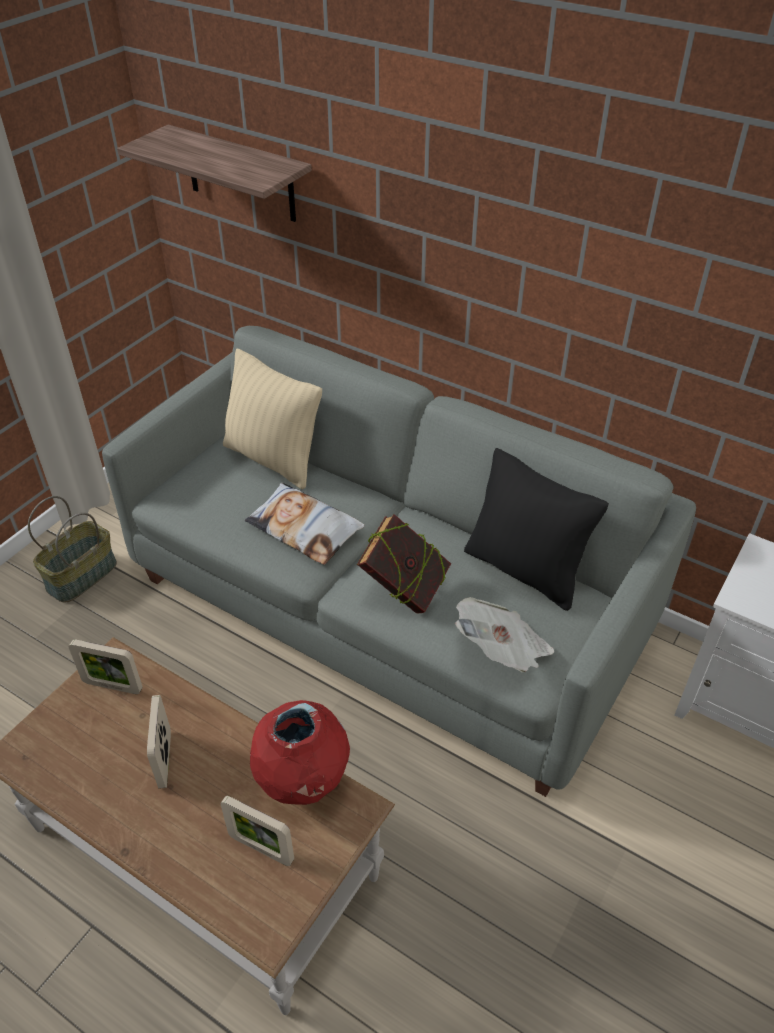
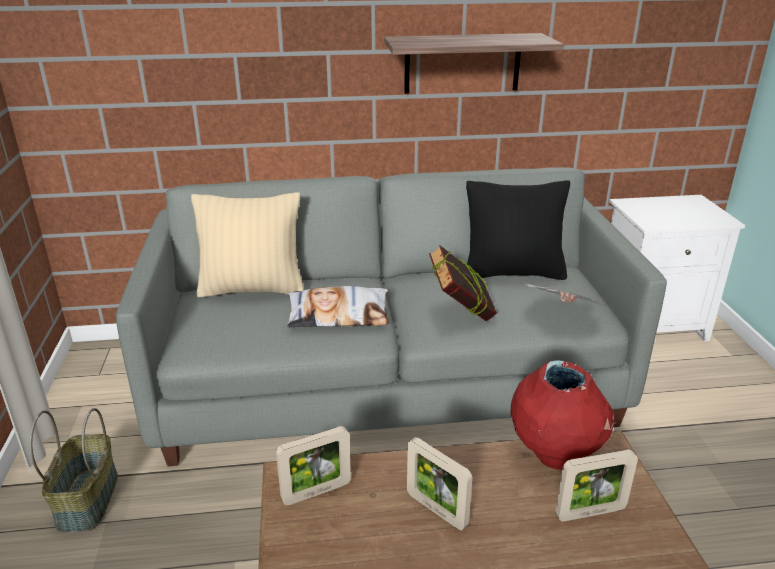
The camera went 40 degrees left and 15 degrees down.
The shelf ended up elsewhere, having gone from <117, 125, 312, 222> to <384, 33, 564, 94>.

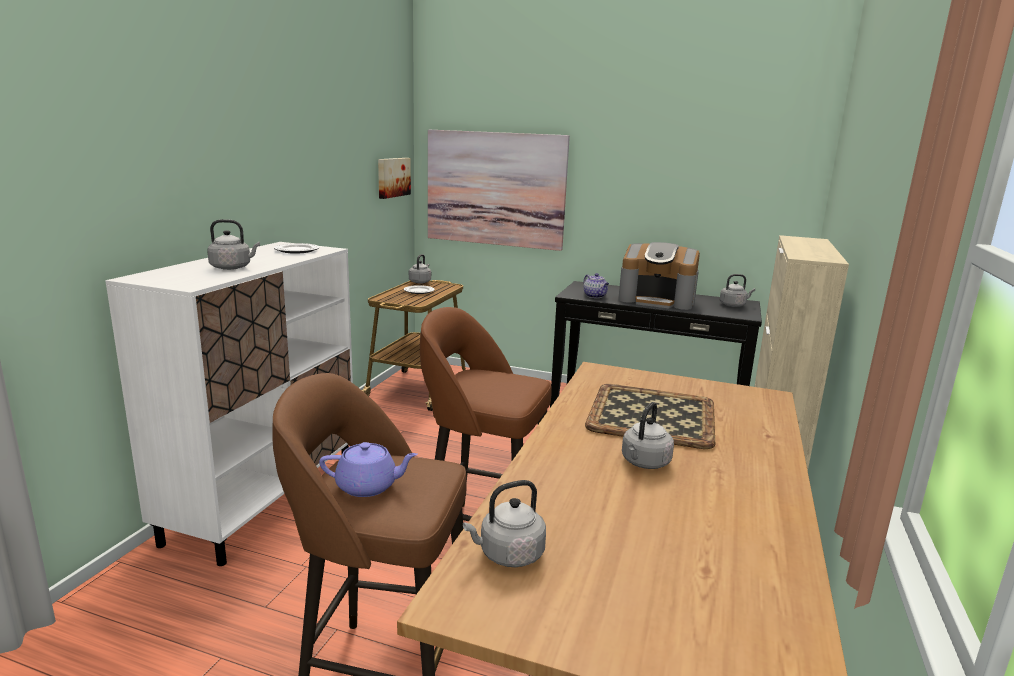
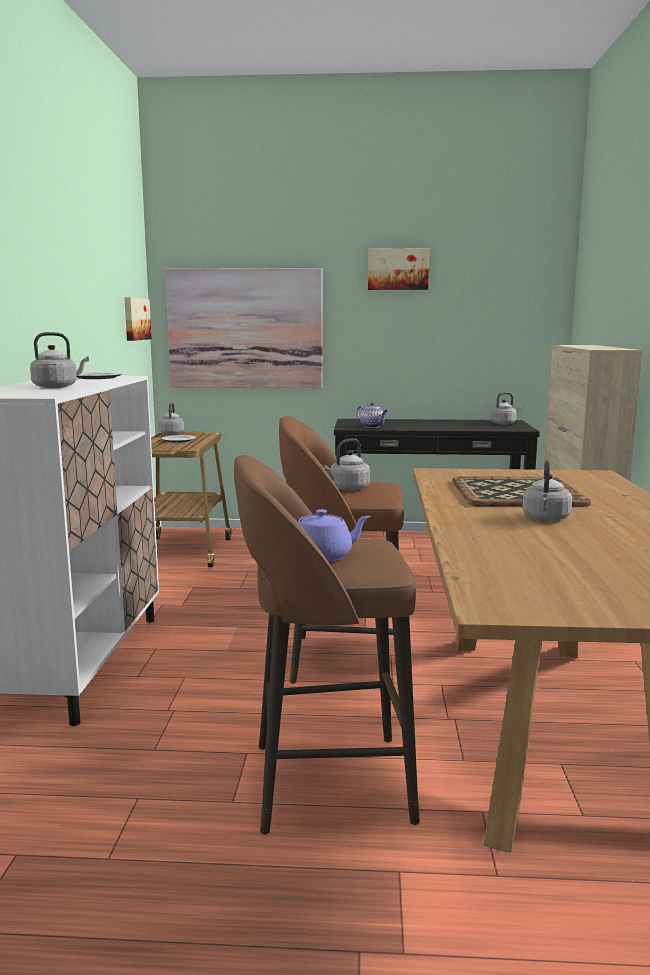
The camera went 15 degrees left and 5 degrees down.
The grey kettle ended up elsewhere, having gone from <463, 480, 546, 567> to <322, 438, 370, 491>.
The second view lost the coffee machine at <618, 242, 700, 310>.
The second view gained the picture at <368, 248, 429, 290>.

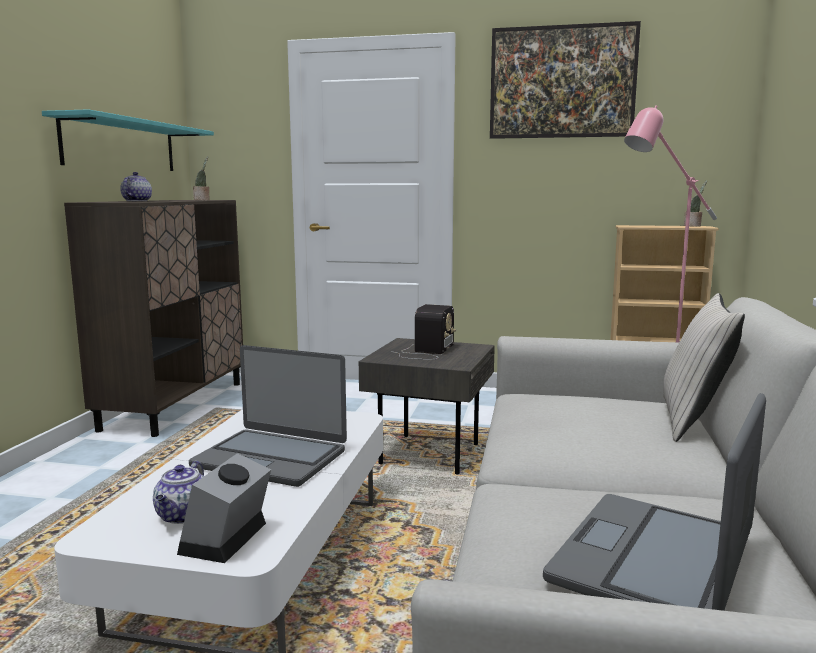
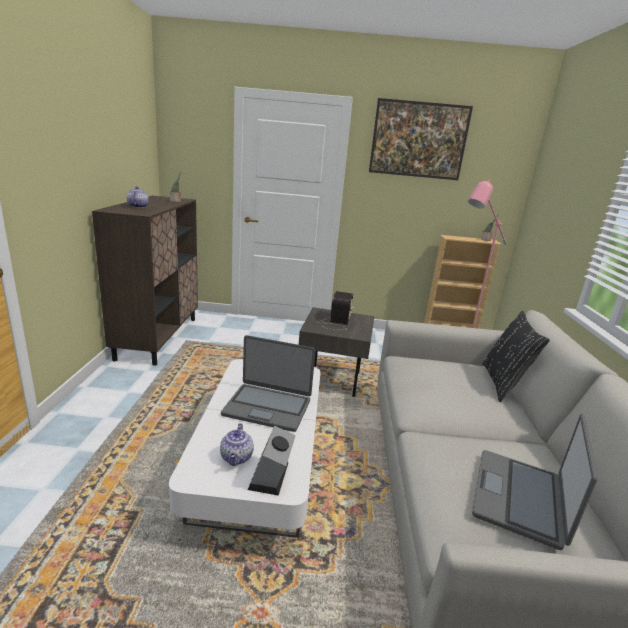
The camera went 10 degrees left and 10 degrees up.
The second view lost the turquoise shelf at <42, 109, 214, 171>.
What was the beige pillow at <663, 293, 745, 442> turned into the black pillow at <483, 311, 550, 402>.

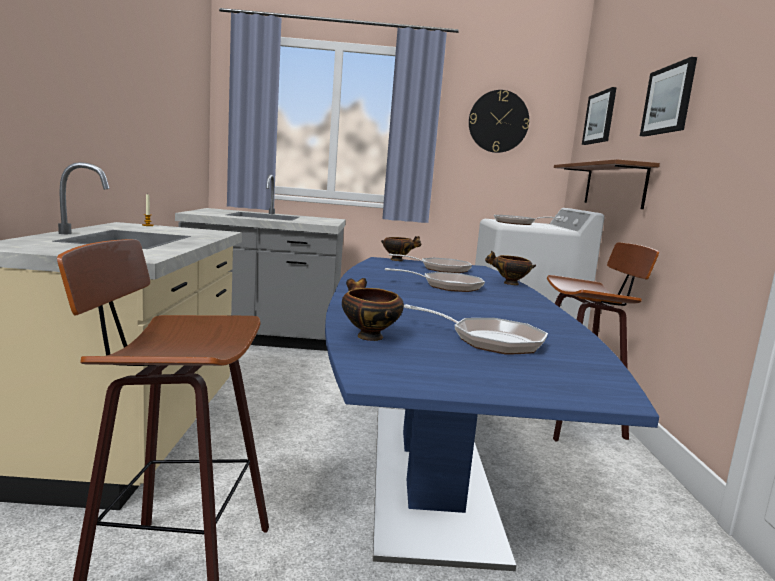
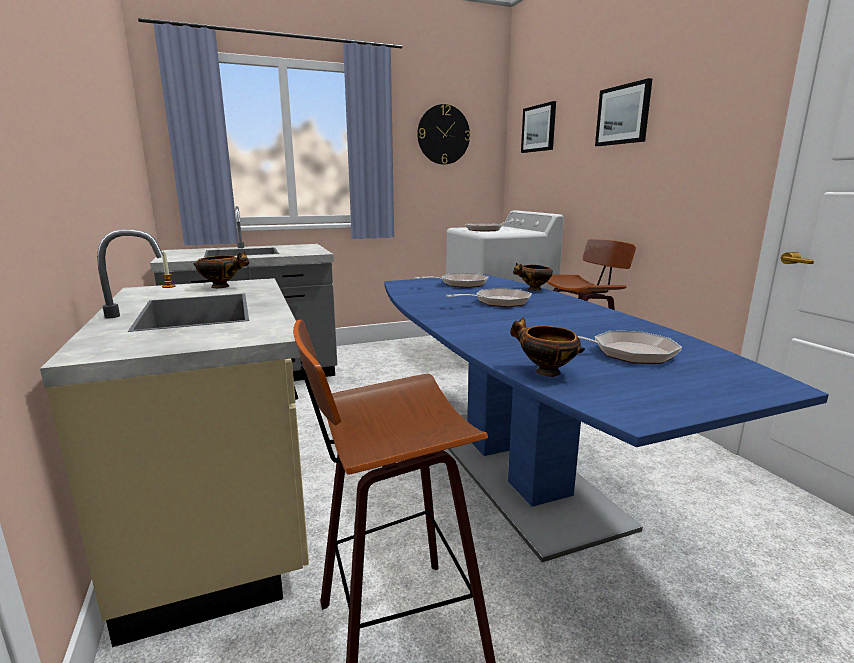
The camera went 20 degrees left and 5 degrees up.
The bowl ended up elsewhere, having gone from <381, 236, 421, 261> to <193, 252, 249, 288>.
The second view lost the brown shelf at <554, 159, 660, 209>.

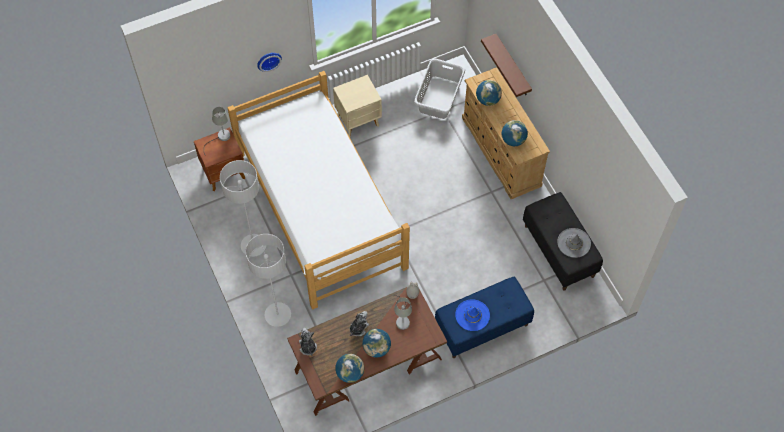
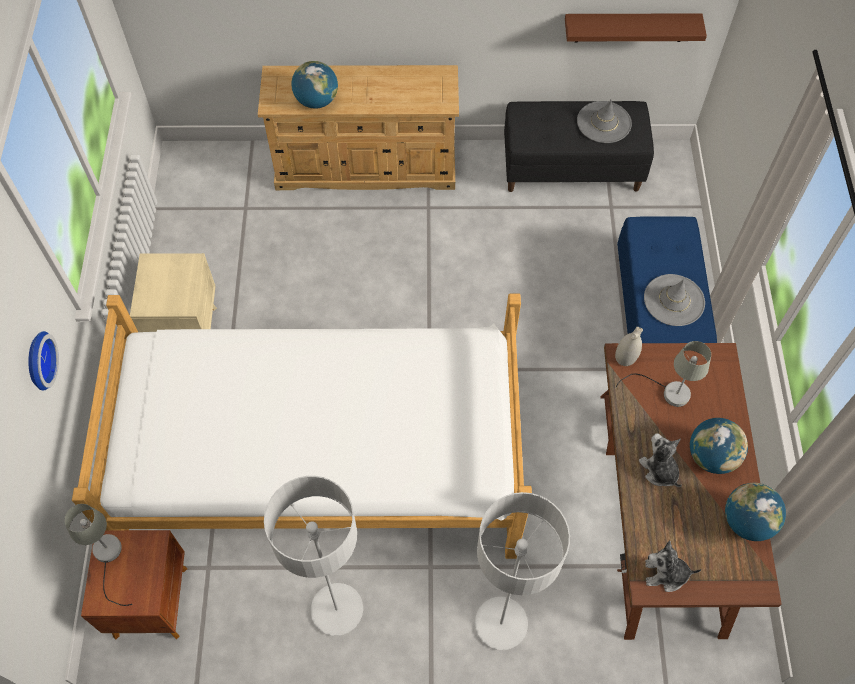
The camera went 65 degrees left and 0 degrees up.
The second view lost the grey laundry basket at <414, 59, 465, 119>.
What was the blue hat at <455, 299, 490, 331> turned into the grey hat at <644, 274, 705, 326>.
The brown shelf ended up elsewhere, having gone from <481, 34, 532, 97> to <565, 13, 707, 42>.
The second view lost the globe at <502, 120, 528, 146>.

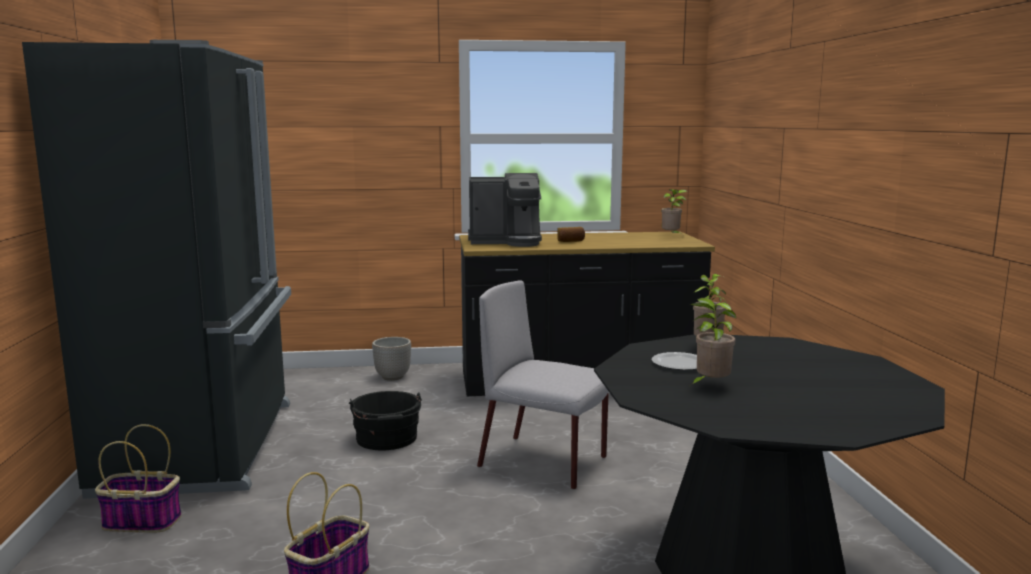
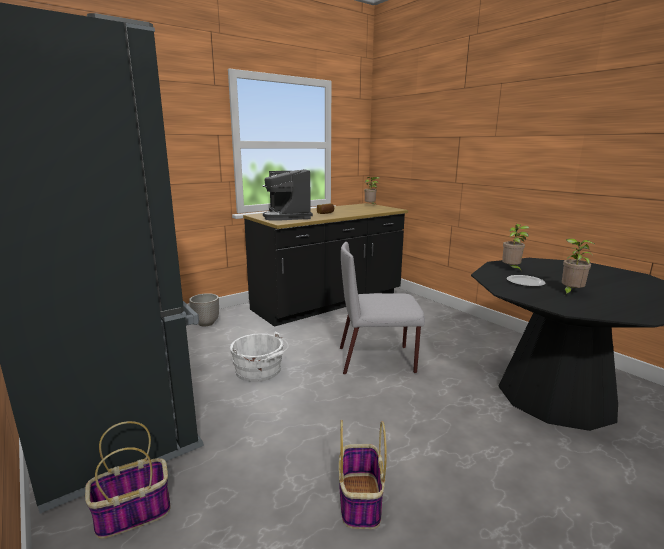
The camera went 30 degrees left and 5 degrees up.
What was the black bucket at <349, 391, 422, 450> turned into the white bucket at <230, 332, 289, 382>.
The coffee machine at <468, 173, 542, 247> ended up facing another way, 105 degrees clockwise from before.

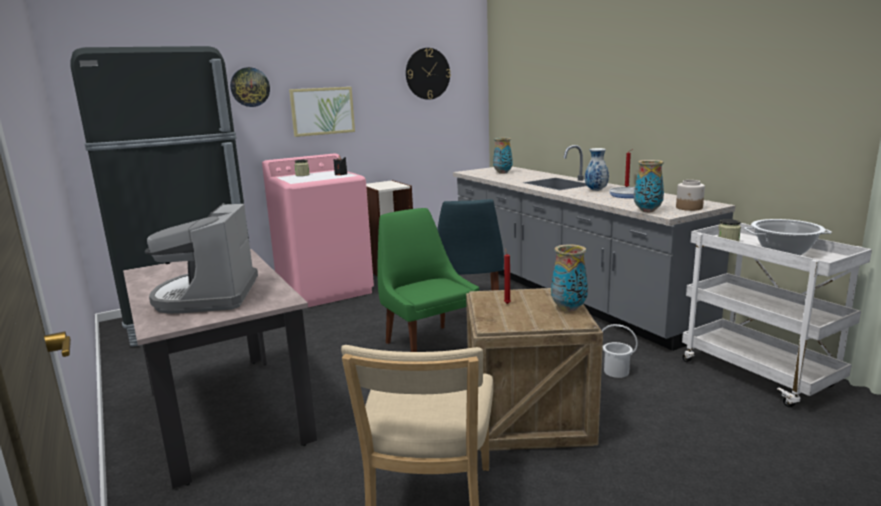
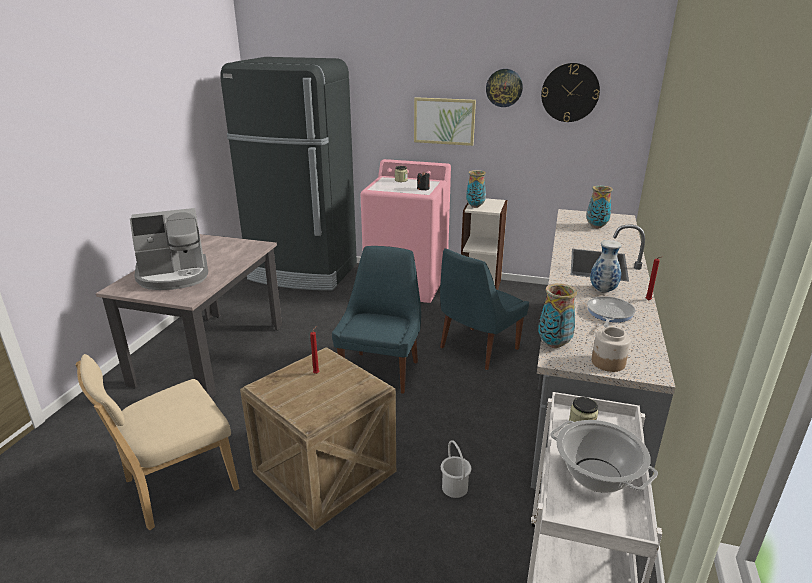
The camera went 45 degrees right and 10 degrees up.
The coffee machine at <145, 203, 258, 314> ended up facing another way, 150 degrees counterclockwise from before.
The wall clock ended up elsewhere, having gone from <230, 67, 270, 107> to <486, 69, 523, 107>.
What was the green chair at <377, 208, 479, 352> turned into the blue chair at <332, 246, 421, 394>.
The vase ended up elsewhere, having gone from <551, 244, 588, 311> to <466, 170, 486, 208>.

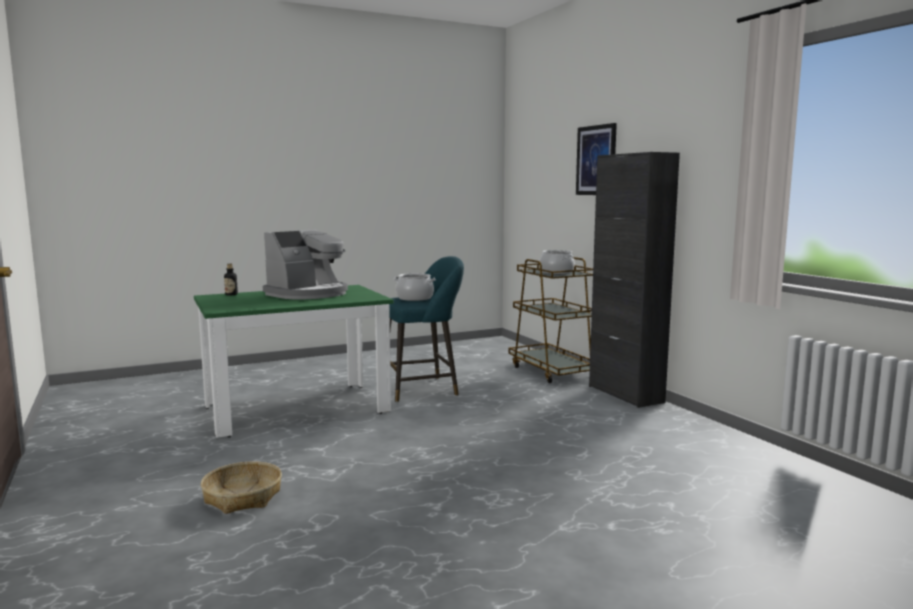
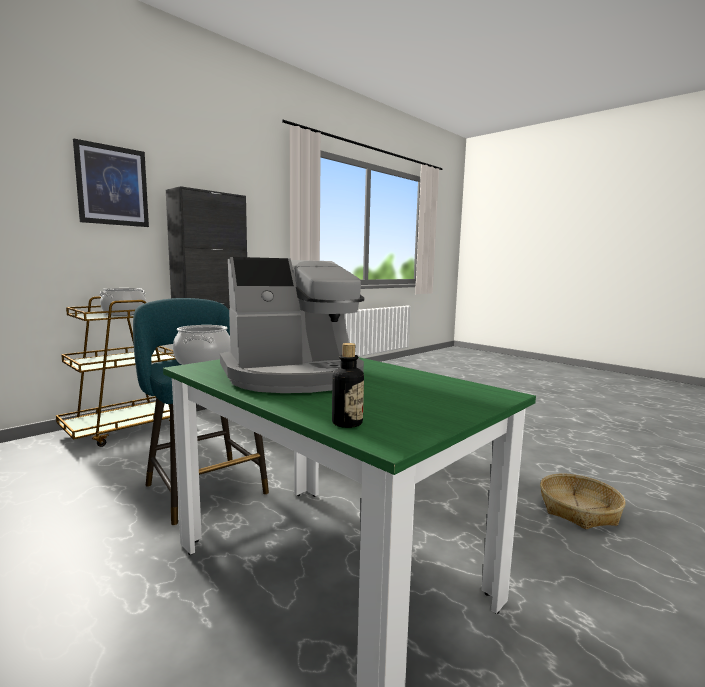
The camera went 110 degrees left and 0 degrees up.
The coffee machine at <263, 230, 348, 300> ended up facing another way, 135 degrees clockwise from before.

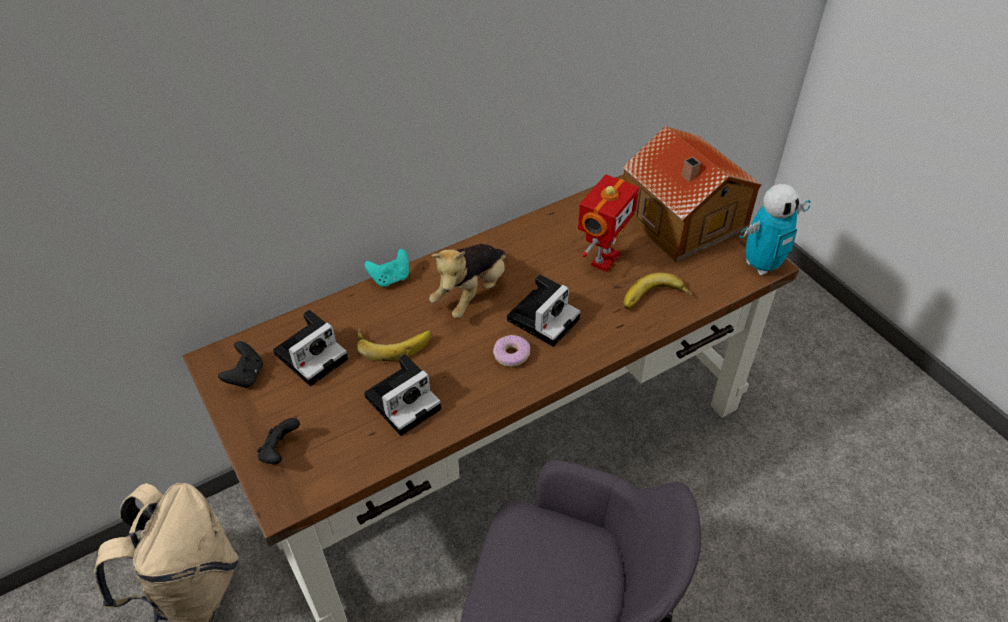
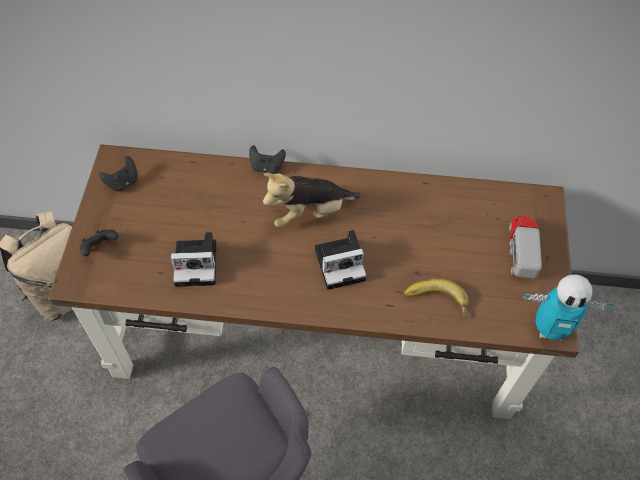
The camera went 35 degrees right and 10 degrees up.
The second view lost the photo camera at <273, 310, 348, 386>.
The second view lost the banana at <356, 328, 431, 361>.
What was the turquoise game controller at <365, 249, 409, 287> turned into the black game controller at <249, 145, 286, 174>.
The second view lost the donut at <493, 335, 530, 367>.
The second view lost the toy robot at <578, 175, 639, 272>.
Where the toy house stood at <622, 126, 762, 263>, the toy truck came to stand at <509, 216, 542, 278>.

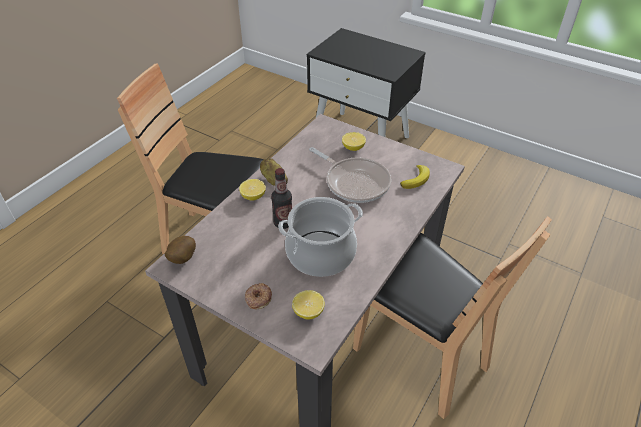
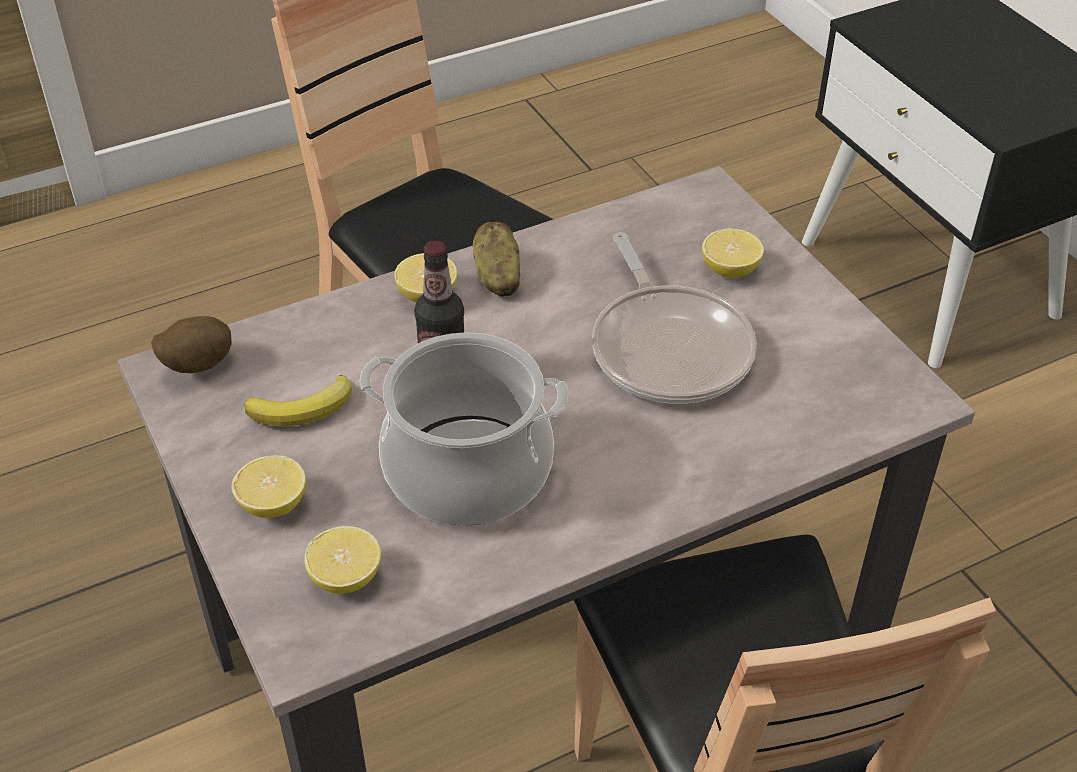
The camera went 30 degrees right and 0 degrees up.
Where the donut stood at <245, 283, 272, 309>, the lemon came to stand at <231, 455, 306, 518>.
The banana ended up elsewhere, having gone from <400, 165, 430, 189> to <244, 375, 352, 426>.

